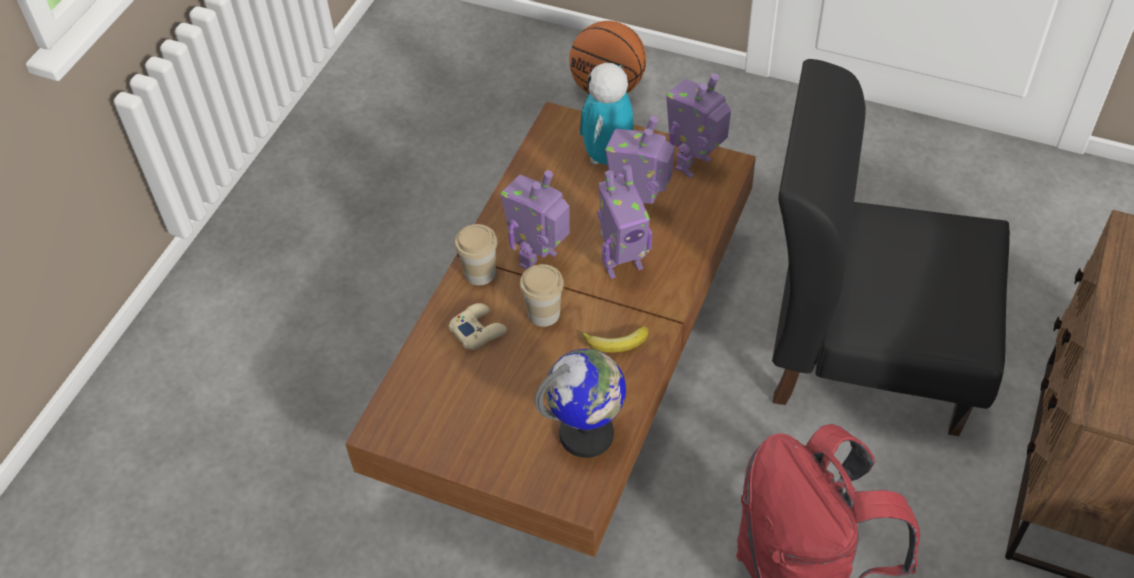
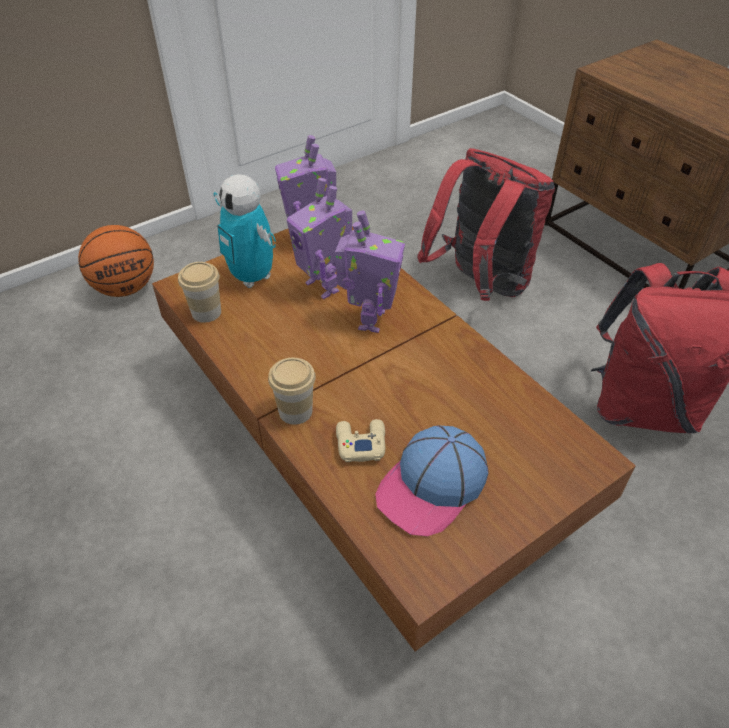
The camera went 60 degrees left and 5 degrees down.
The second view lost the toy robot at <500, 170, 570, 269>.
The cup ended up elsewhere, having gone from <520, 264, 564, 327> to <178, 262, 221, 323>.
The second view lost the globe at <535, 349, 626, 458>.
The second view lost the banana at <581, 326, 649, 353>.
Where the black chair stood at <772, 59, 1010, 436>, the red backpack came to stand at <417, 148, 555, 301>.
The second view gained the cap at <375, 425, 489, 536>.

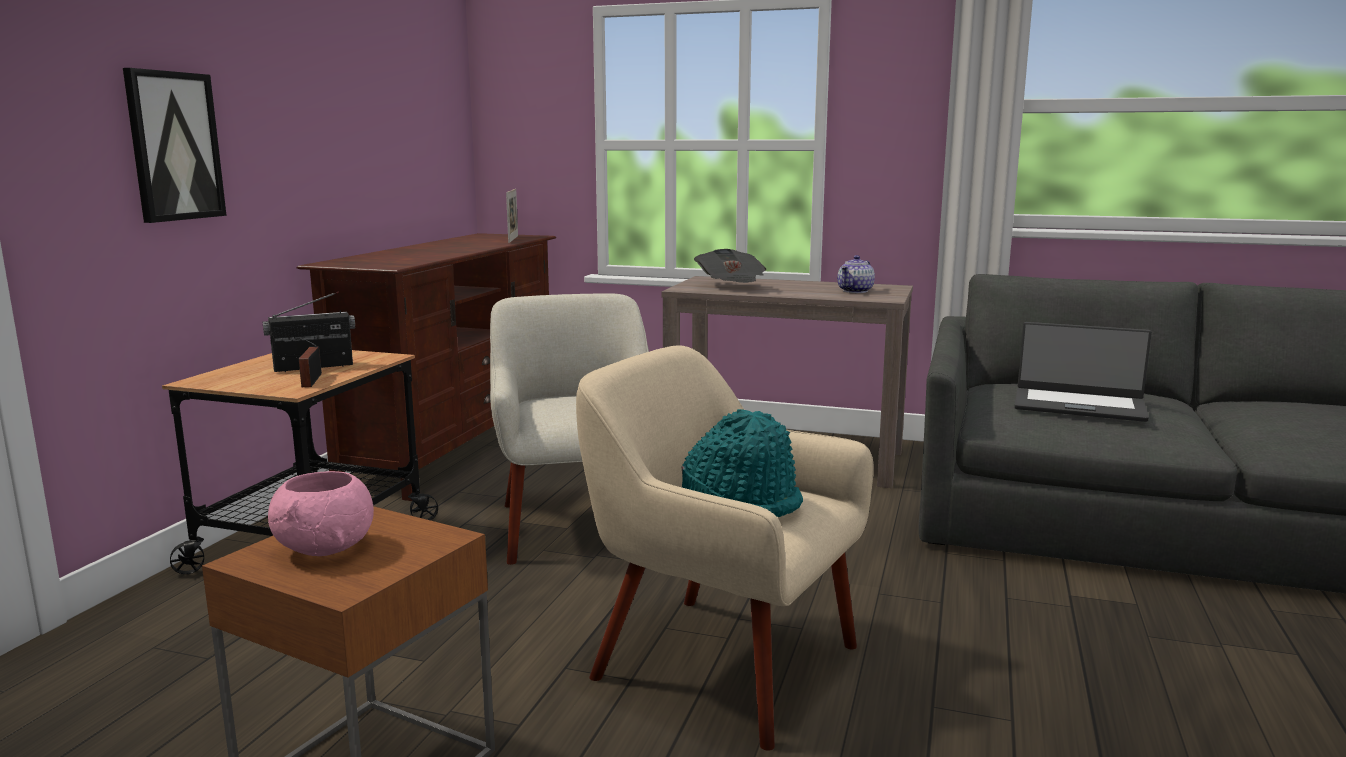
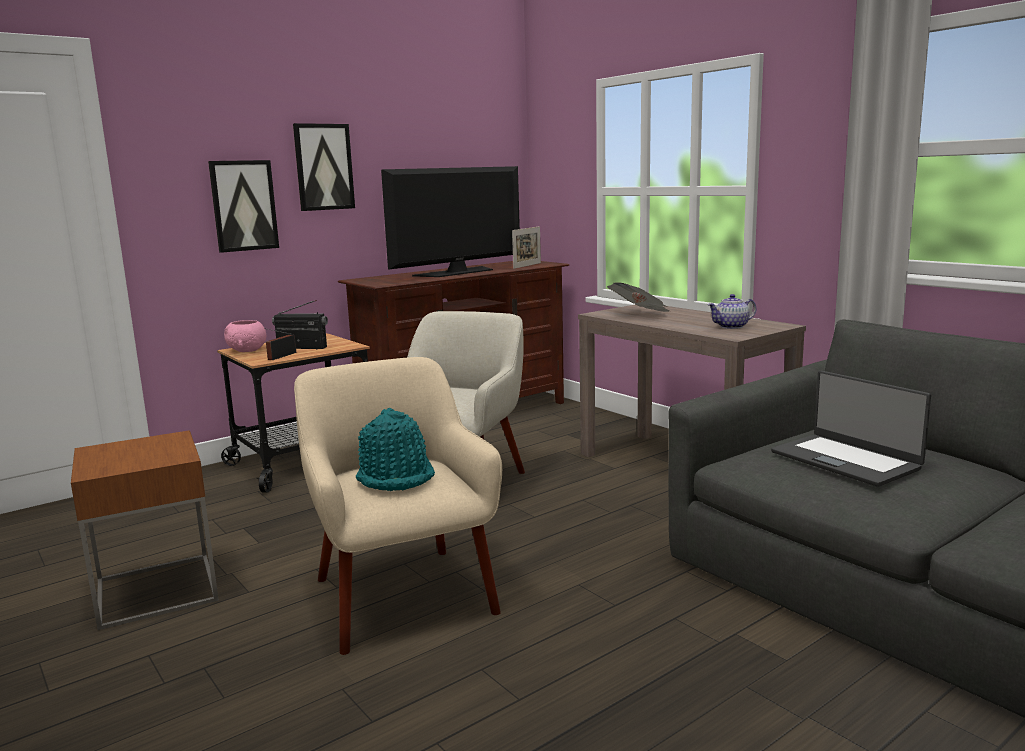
The camera went 35 degrees right and 0 degrees up.
The pink bowl ended up elsewhere, having gone from <268, 471, 374, 556> to <224, 320, 266, 352>.
The second view gained the picture at <293, 123, 355, 211>.
The second view gained the television at <381, 166, 520, 277>.

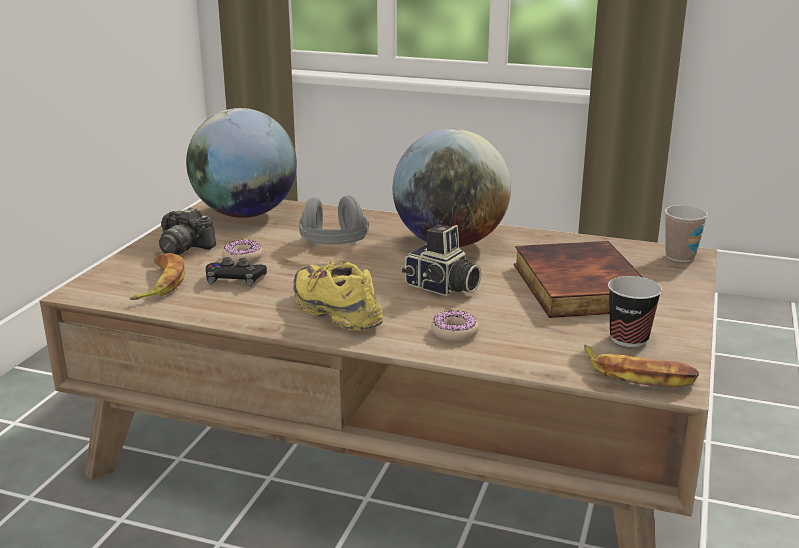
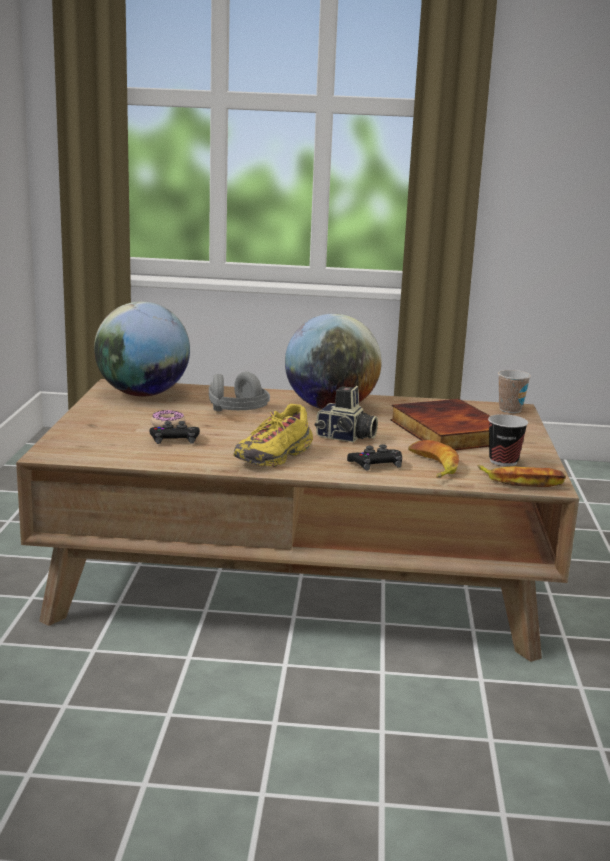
The camera went 15 degrees left and 5 degrees down.
The banana ended up elsewhere, having gone from <130, 253, 185, 300> to <408, 440, 459, 478>.
The second view lost the photo camera at <159, 207, 216, 255>.
The yellow shoe at <293, 259, 383, 331> ended up facing another way, 90 degrees counterclockwise from before.
Where the donut stood at <431, 310, 479, 341>, the black game controller came to stand at <347, 444, 402, 471>.

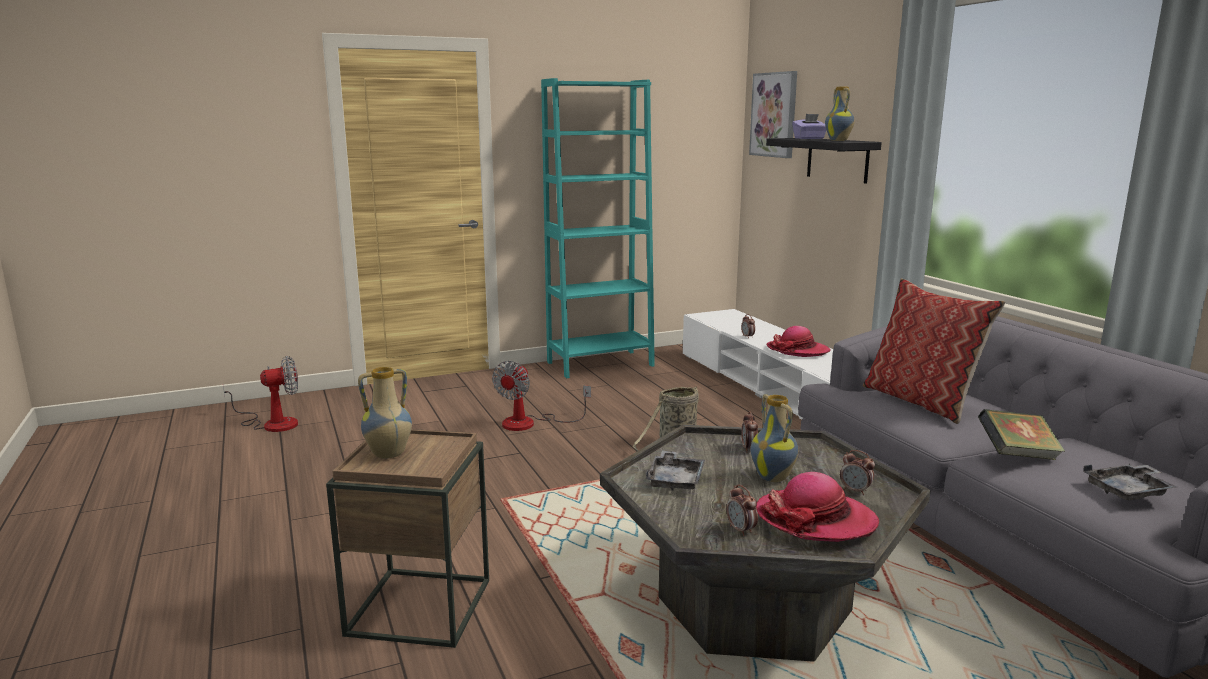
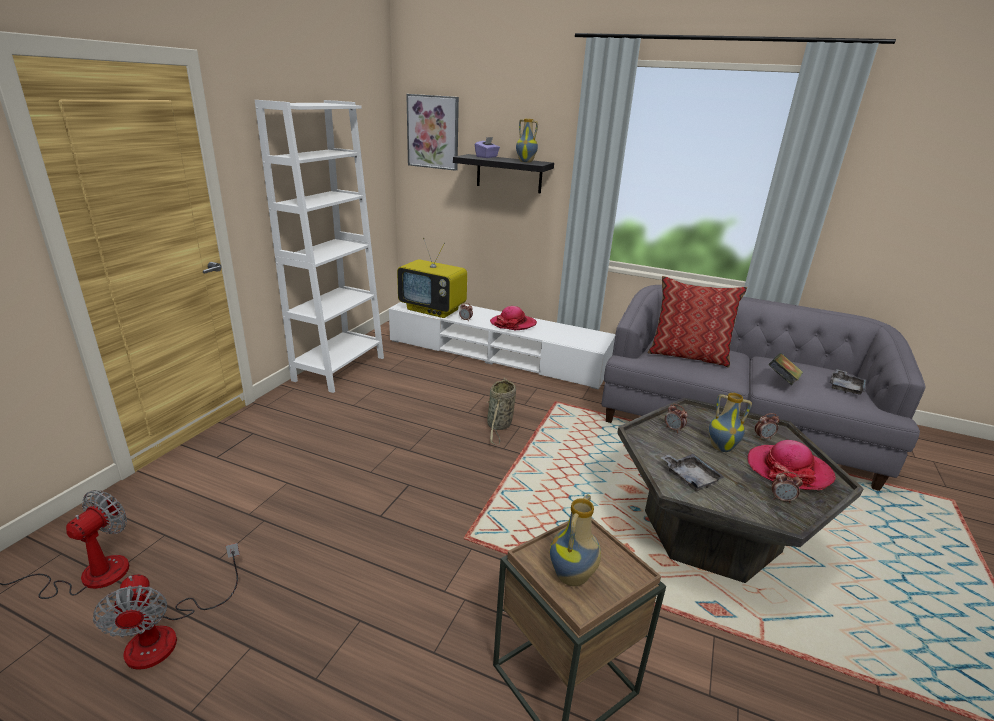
The camera went 45 degrees left and 10 degrees up.
The fan ended up elsewhere, having gone from <492, 361, 591, 431> to <93, 543, 240, 670>.
What was the turquoise bookcase at <541, 78, 655, 378> turned into the white bookcase at <255, 100, 384, 393>.
The second view gained the television at <397, 238, 467, 318>.

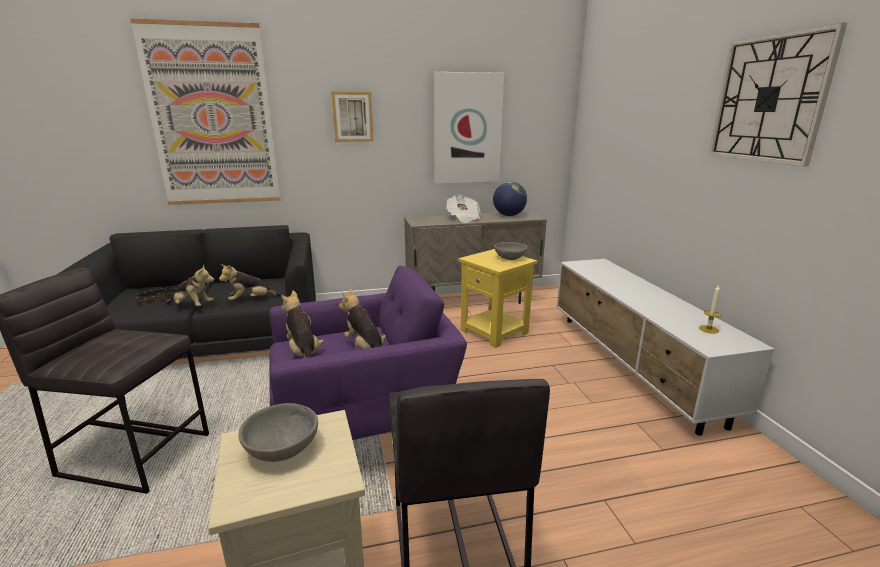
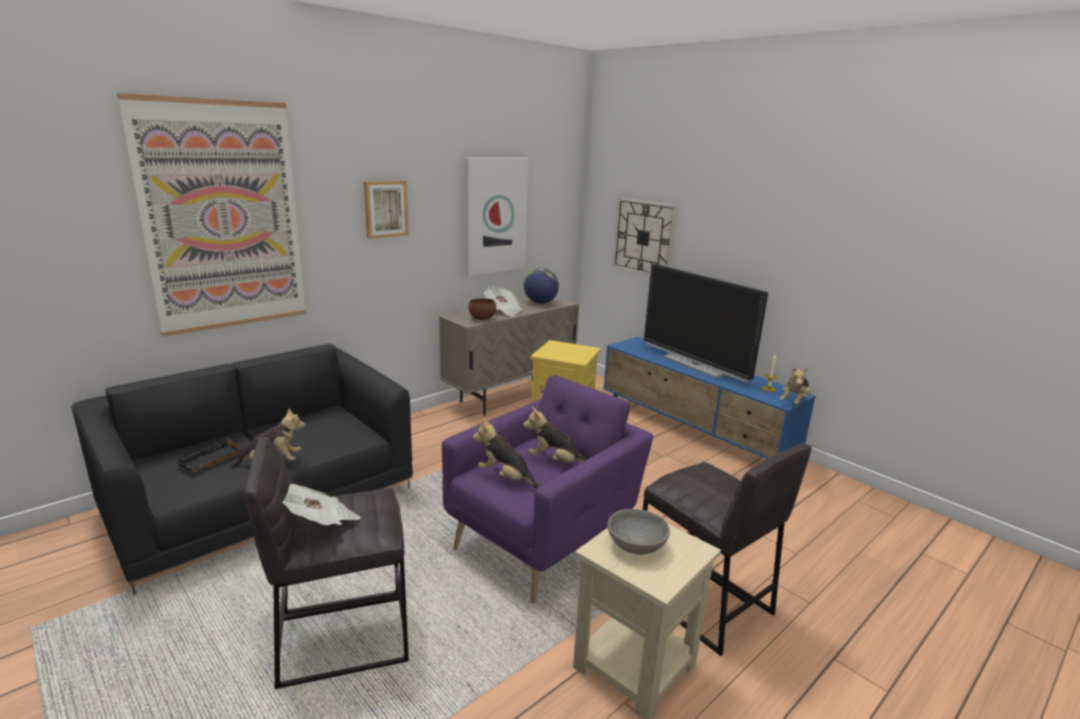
The camera went 30 degrees left and 0 degrees up.
The plush toy ended up elsewhere, having gone from <219, 264, 282, 300> to <780, 368, 811, 405>.
The second view lost the grey bowl at <494, 242, 527, 260>.
What was the white tv stand at <556, 259, 775, 436> turned into the blue tv stand at <603, 337, 816, 459>.
The wall clock ended up elsewhere, having gone from <709, 23, 847, 166> to <612, 198, 678, 276>.
The second view gained the newspaper at <282, 484, 361, 526>.
The second view gained the brown bowl at <469, 298, 496, 320>.
The second view gained the television at <644, 264, 768, 382>.

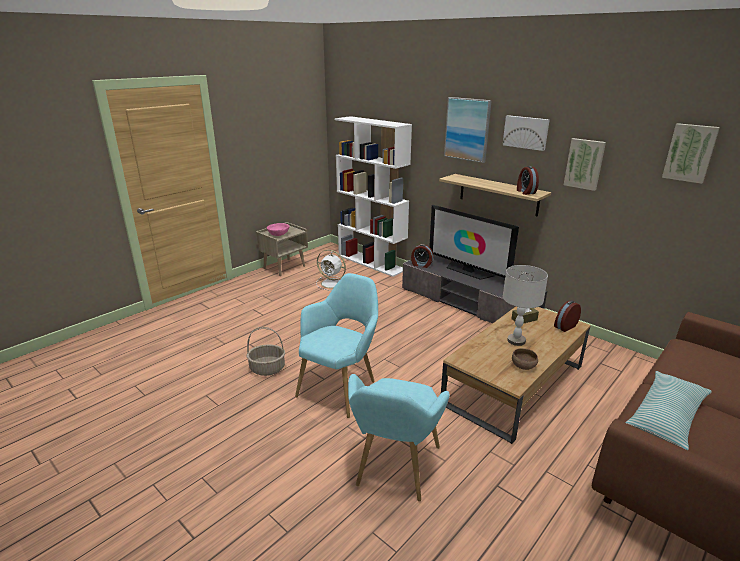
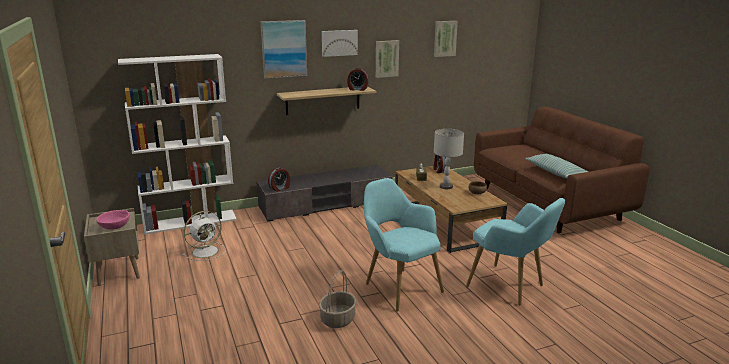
The camera went 65 degrees left and 5 degrees down.
The second view lost the television at <429, 205, 519, 280>.

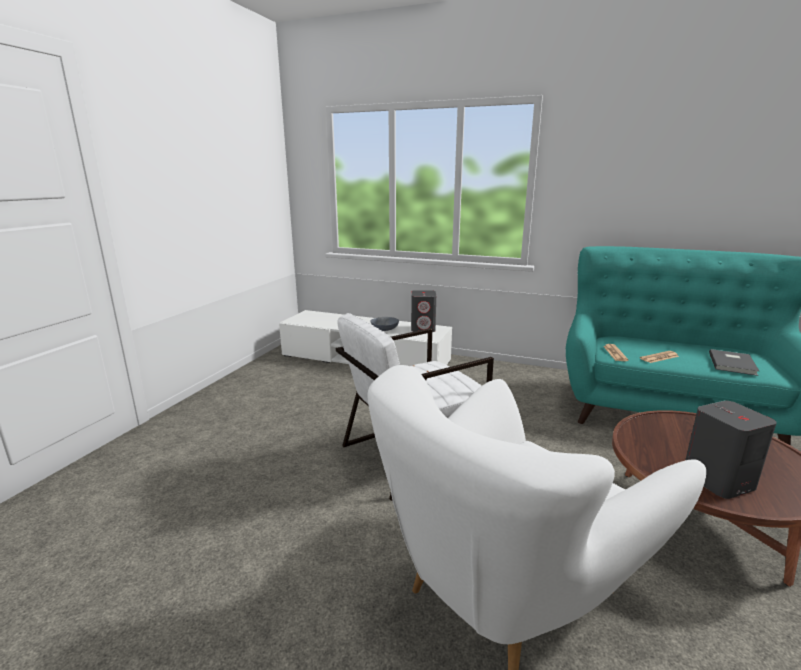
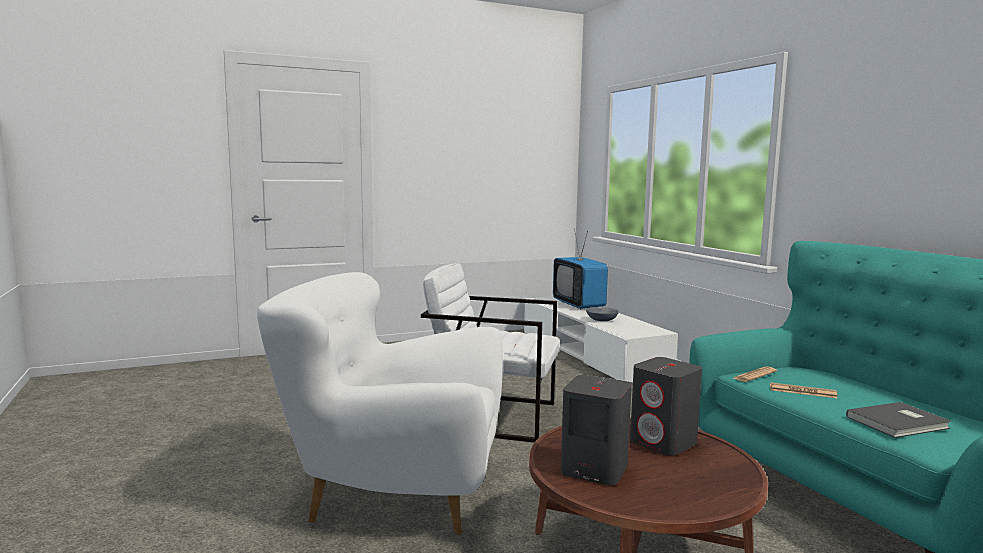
The camera went 45 degrees right and 10 degrees down.
The grey speaker ended up elsewhere, having gone from <411, 290, 436, 332> to <630, 357, 702, 456>.
The second view gained the television at <553, 229, 608, 309>.

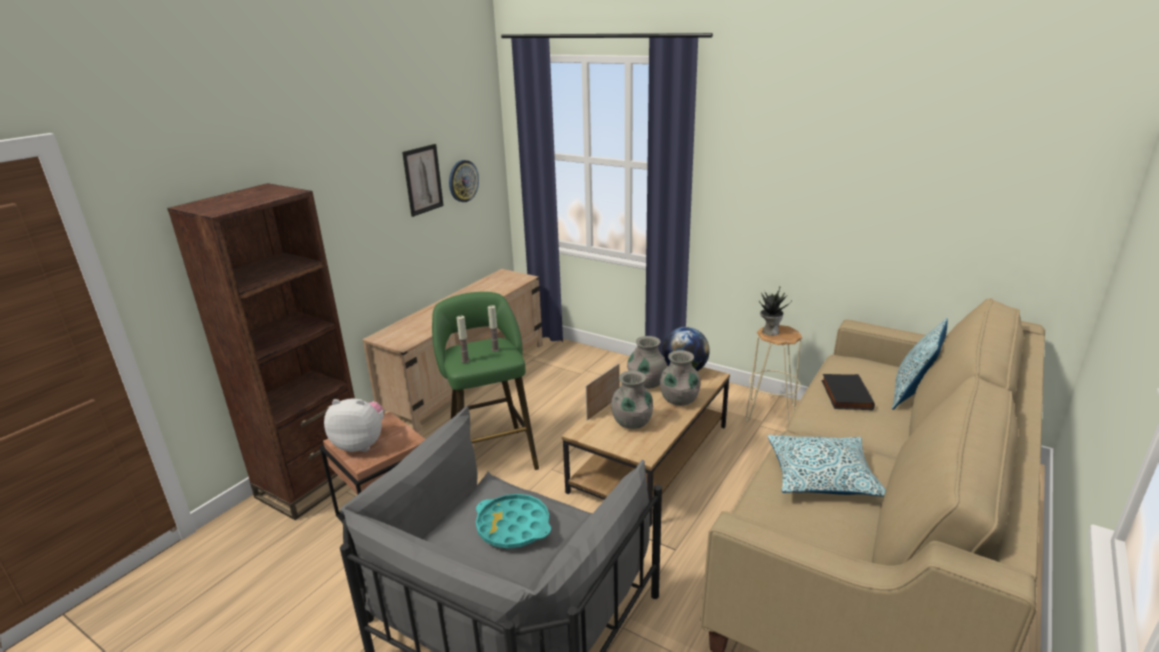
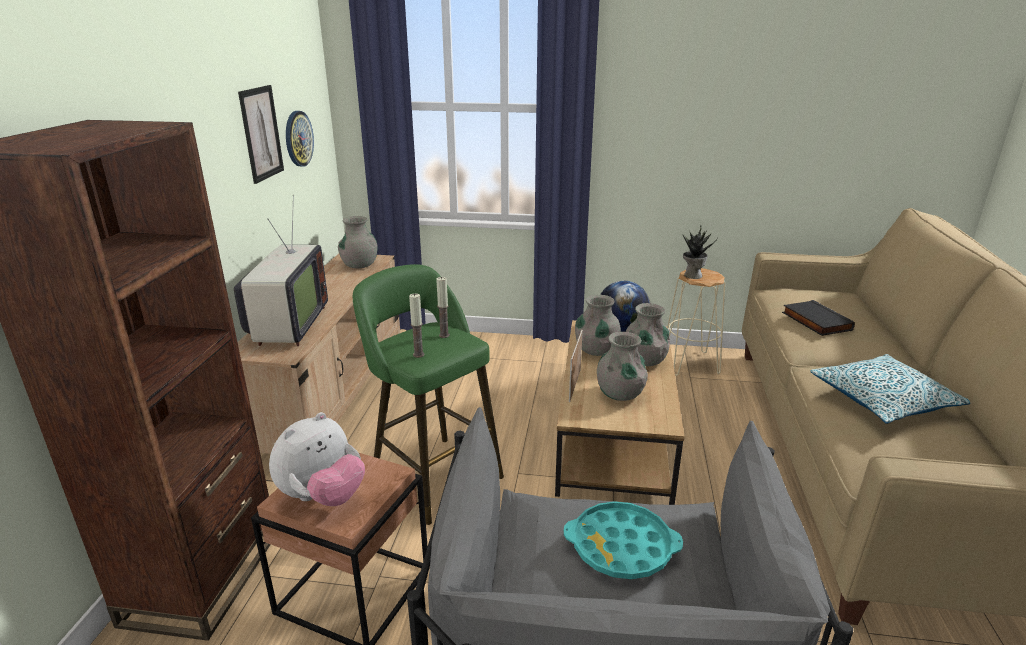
The camera went 25 degrees left and 0 degrees up.
The plush toy at <324, 399, 384, 452> ended up facing another way, 150 degrees clockwise from before.
The second view lost the pillow at <892, 318, 948, 410>.
The second view gained the television at <234, 195, 328, 346>.
The second view gained the grey vase at <338, 216, 378, 268>.

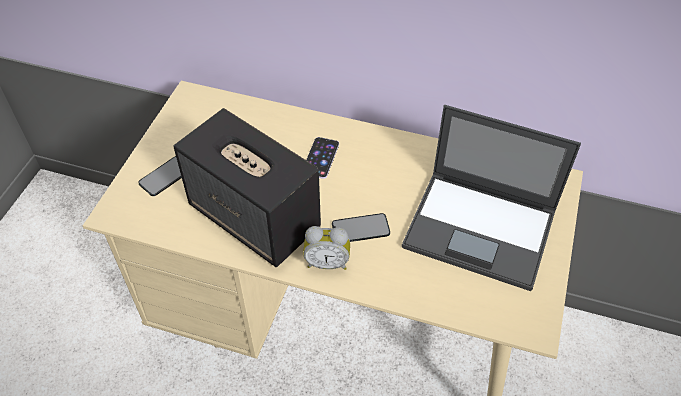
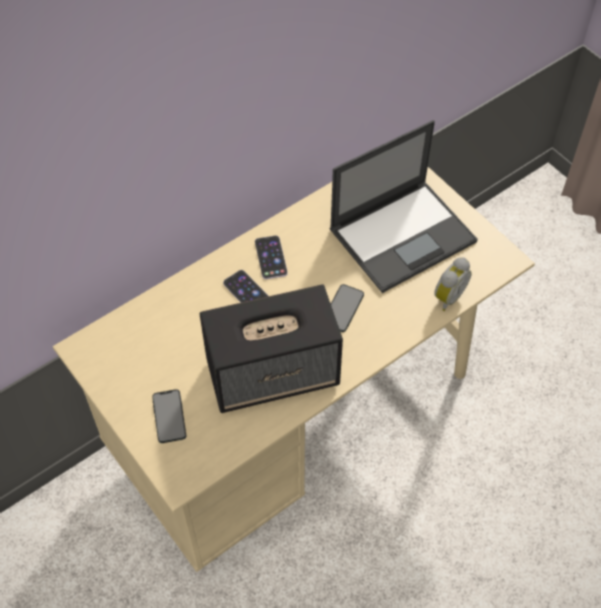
The camera went 55 degrees left and 5 degrees up.
The alarm clock ended up elsewhere, having gone from <303, 226, 350, 270> to <434, 257, 472, 311>.
The second view gained the phone at <255, 236, 288, 279>.

